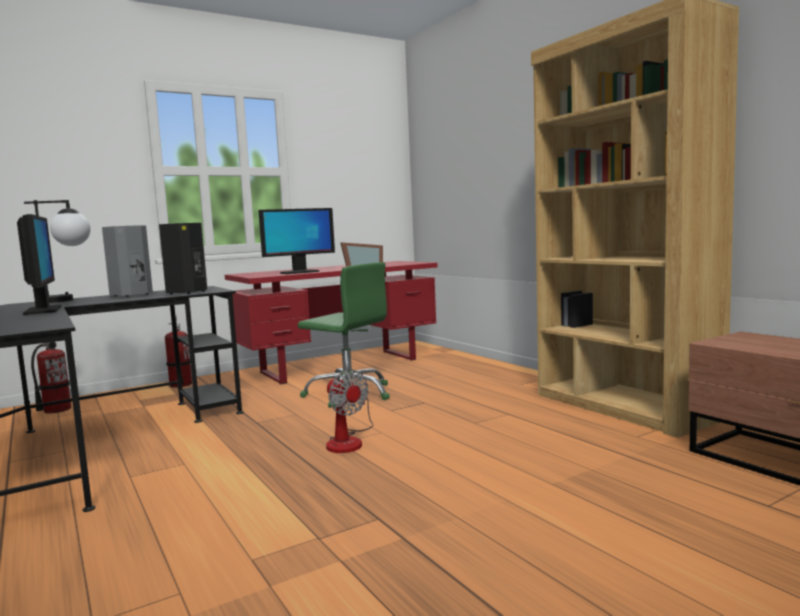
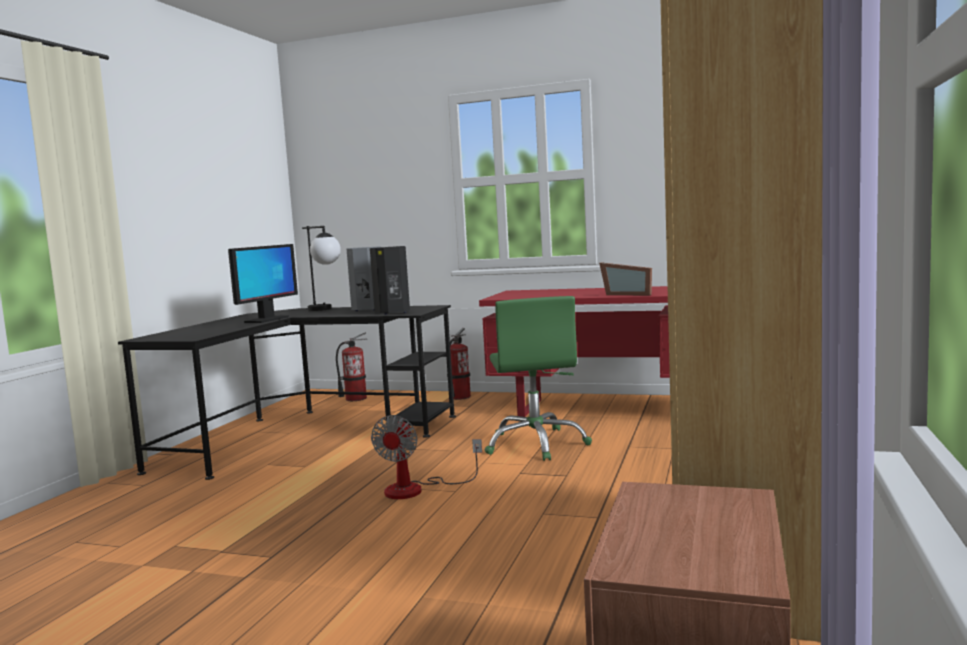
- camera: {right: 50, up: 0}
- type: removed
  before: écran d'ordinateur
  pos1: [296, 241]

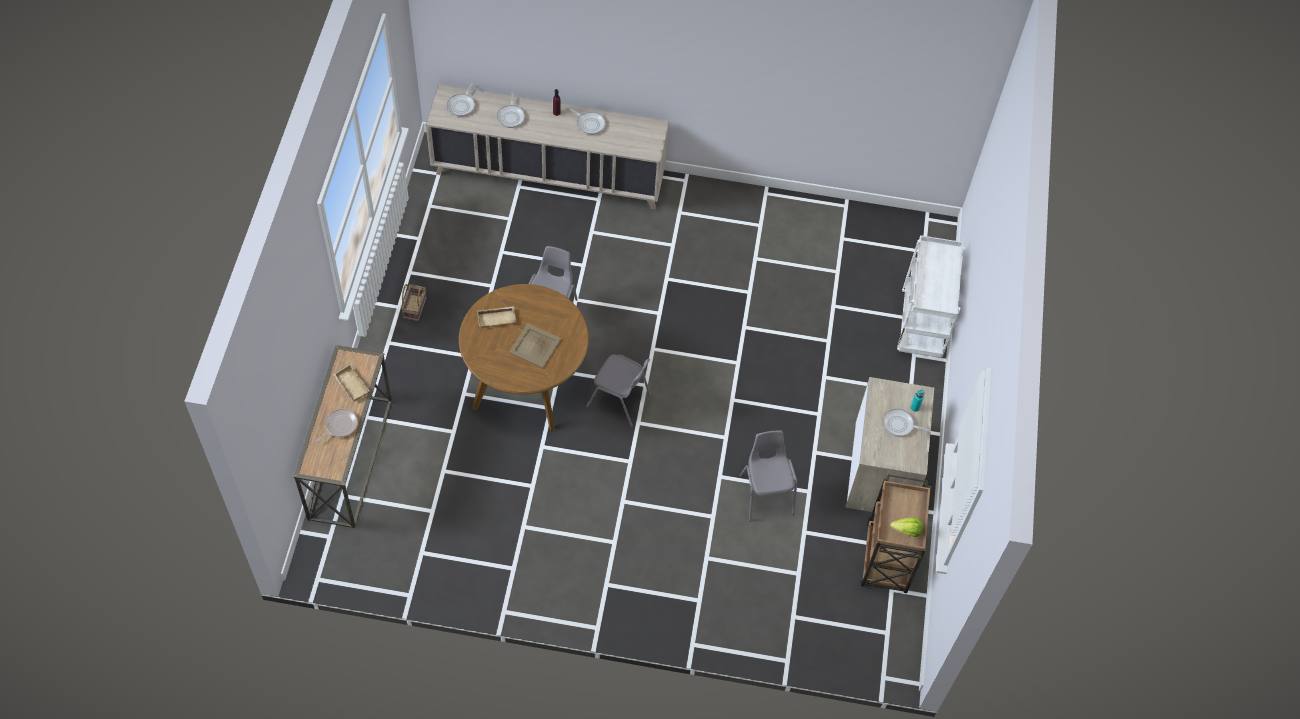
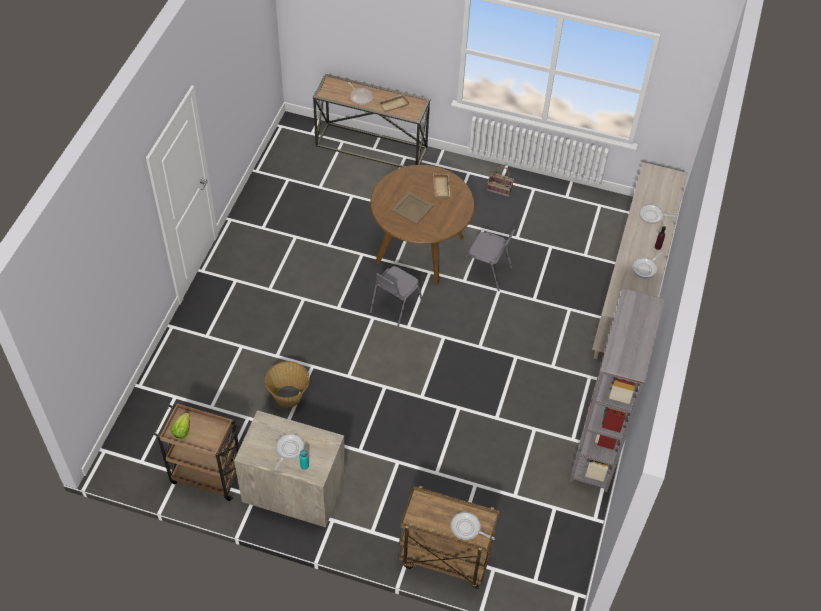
- camera: {right: 100, up: -5}
- type: moved
  before: poêle
  pos1: [461, 100]
  pos2: [473, 526]
- type: replaced
  before: chaise/gris
  after: panier
  pos1: [768, 476]
  pos2: [287, 384]
- type: recoloured
  before: chariot/blanc
  after: chariot/marron
  pos1: [931, 296]
  pos2: [448, 537]
- type: added
  after: bibliothèque/gris
  pos2: [617, 390]

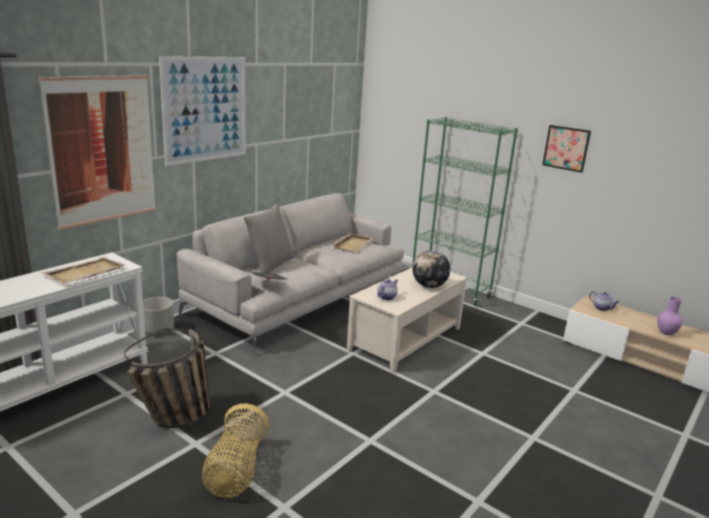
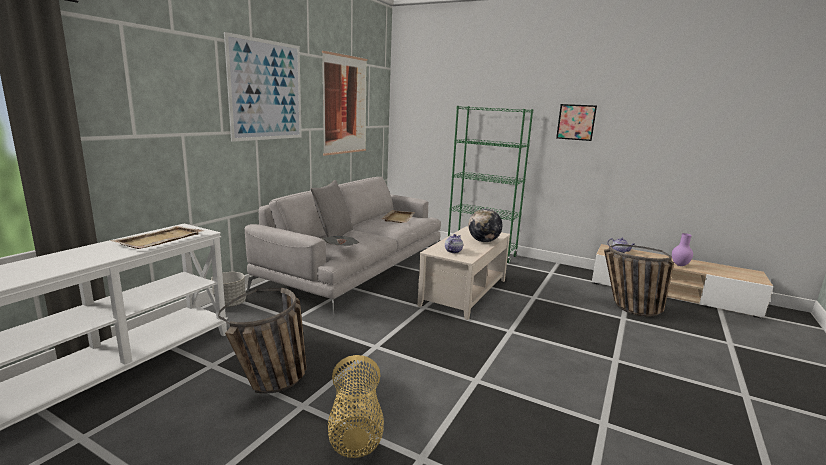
- camera: {right: -10, up: -5}
- type: moved
  before: tableau
  pos1: [97, 152]
  pos2: [344, 103]
- type: added
  after: panier
  pos2: [639, 280]

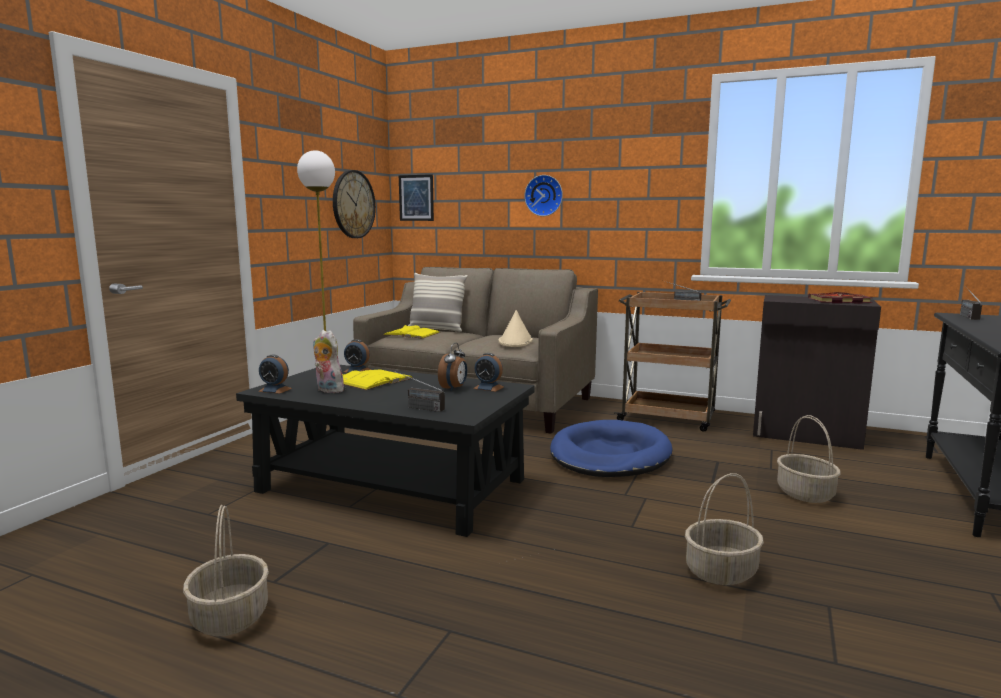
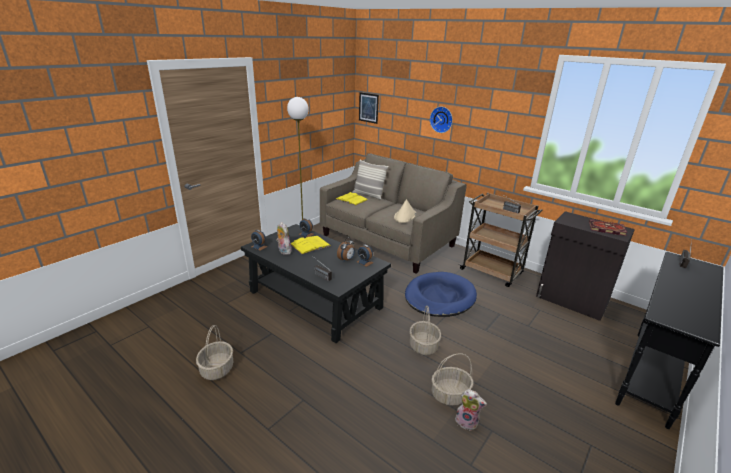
- camera: {right: 15, up: 15}
- type: removed
  before: horloge murale
  pos1: [354, 204]
- type: moved
  before: panier
  pos1: [809, 459]
  pos2: [425, 330]
- type: added
  after: peluche
  pos2: [471, 410]

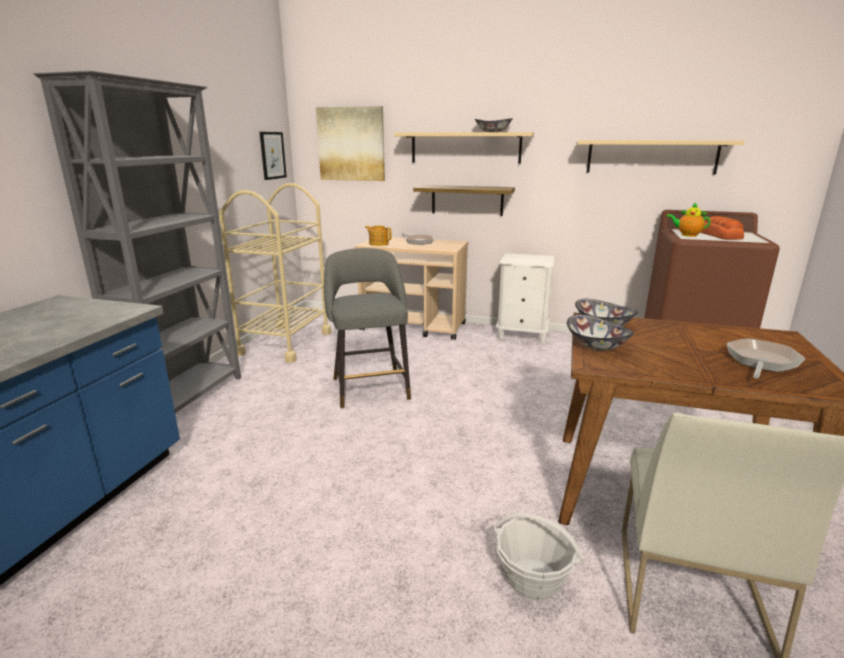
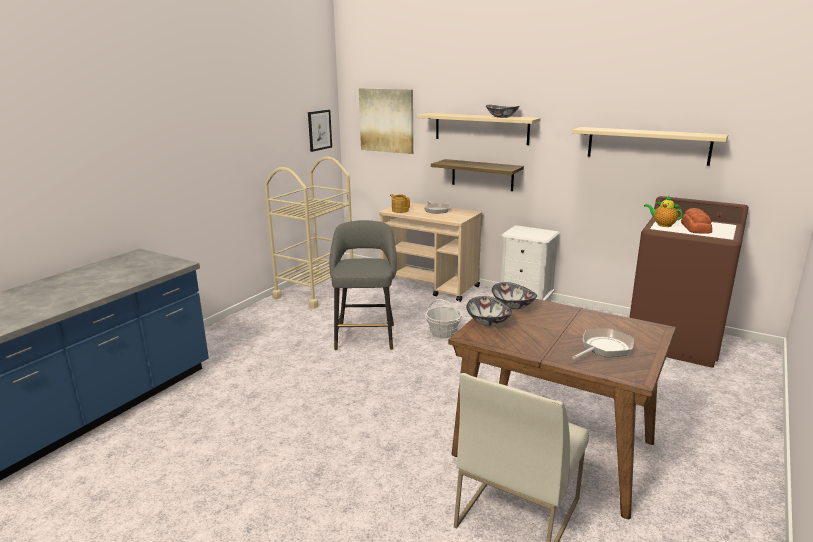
- camera: {right: 15, up: 0}
- type: removed
  before: bibliothèque/gris
  pos1: [137, 242]
- type: moved
  before: panier
  pos1: [539, 556]
  pos2: [443, 318]

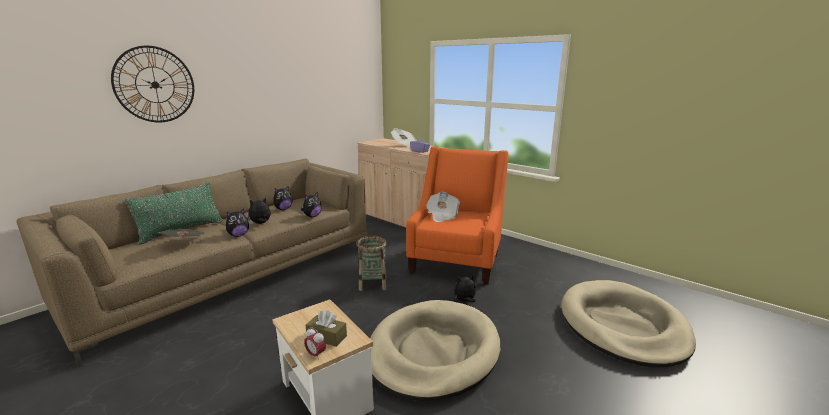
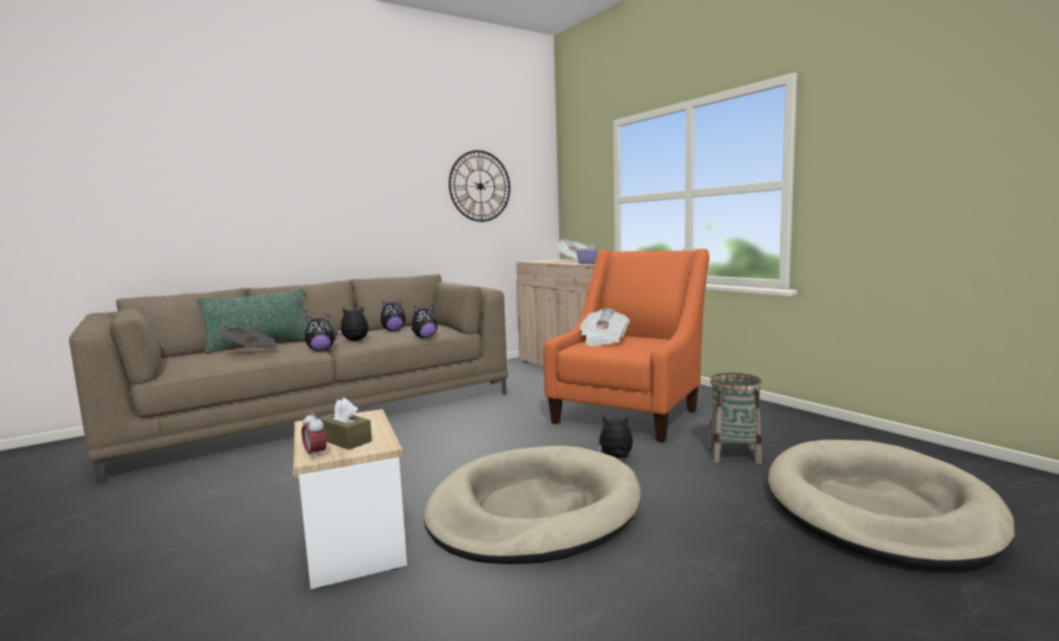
- camera: {right: 15, up: -10}
- type: moved
  before: horloge murale
  pos1: [152, 84]
  pos2: [479, 186]
- type: moved
  before: panier
  pos1: [372, 263]
  pos2: [735, 418]

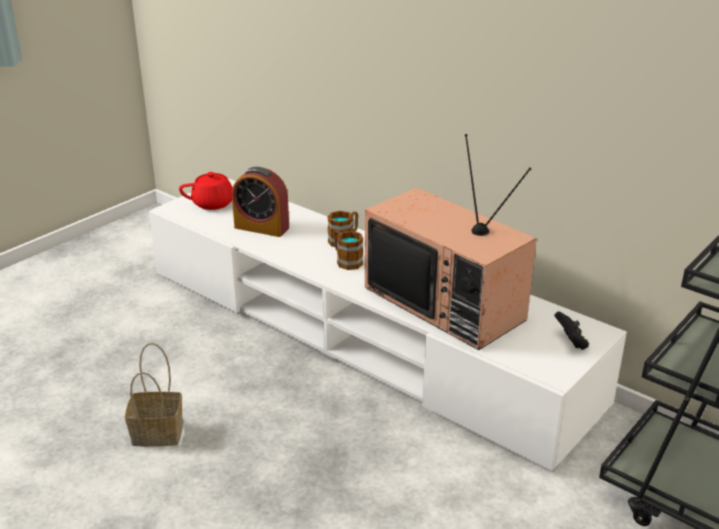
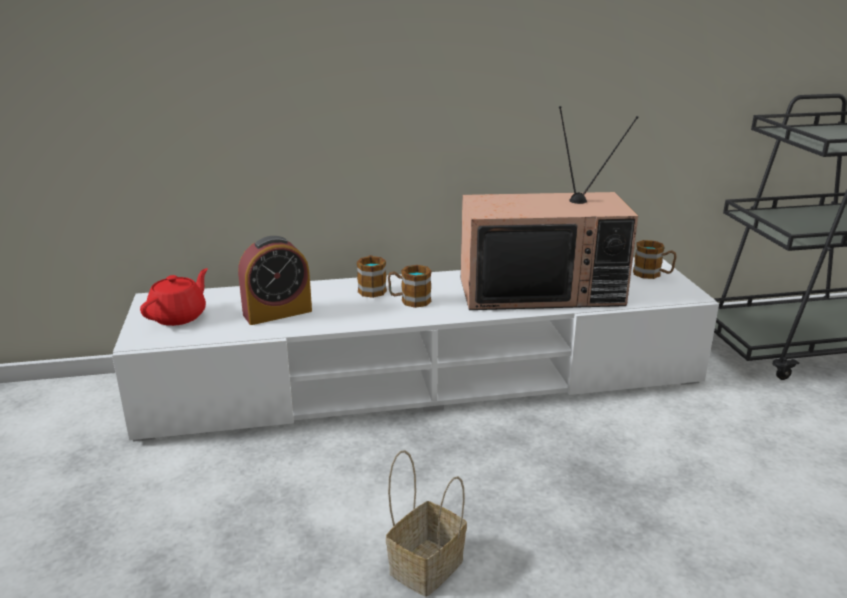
- camera: {right: -50, up: -5}
- type: replaced
  before: manette/noir
  after: mug
  pos1: [571, 330]
  pos2: [655, 259]

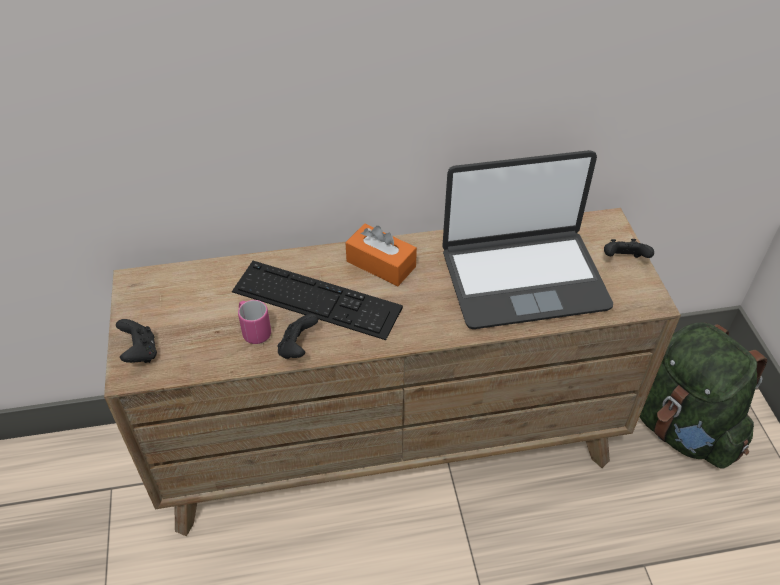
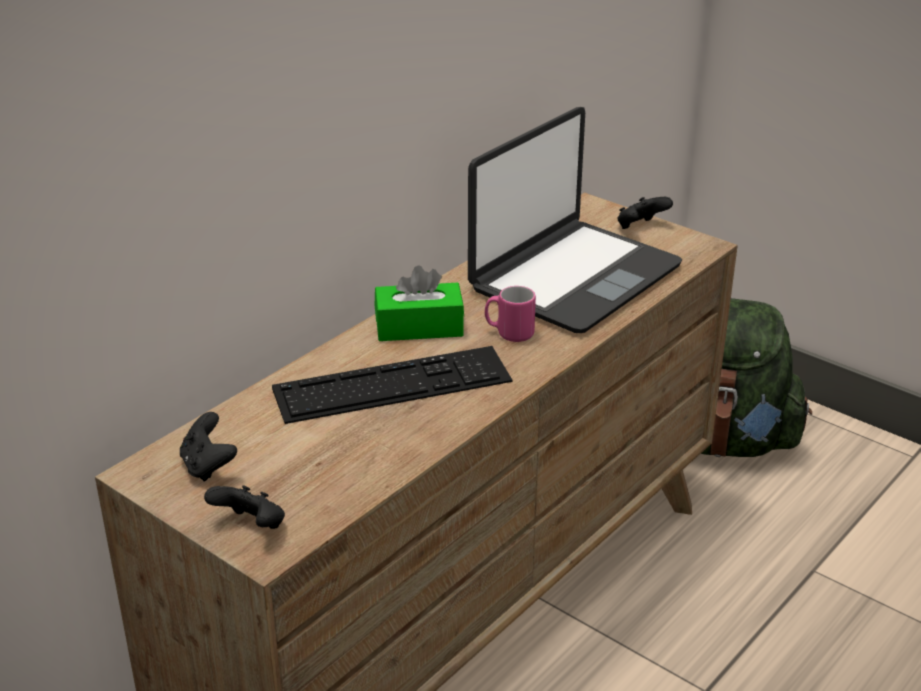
- camera: {right: -40, up: -15}
- type: moved
  before: mug/rose
  pos1: [254, 322]
  pos2: [510, 314]
- type: moved
  before: manette/noir
  pos1: [297, 336]
  pos2: [208, 447]
- type: recoloured
  before: boîte à mouchoirs/orange
  after: boîte à mouchoirs/vert
  pos1: [381, 255]
  pos2: [419, 303]

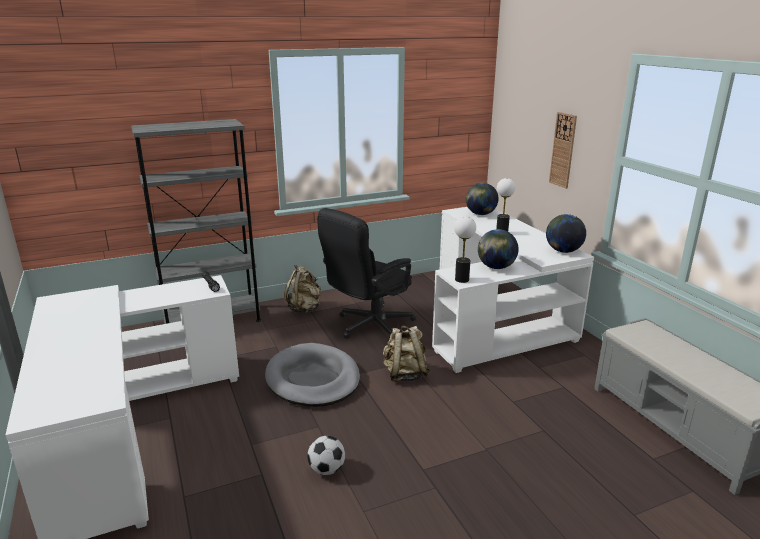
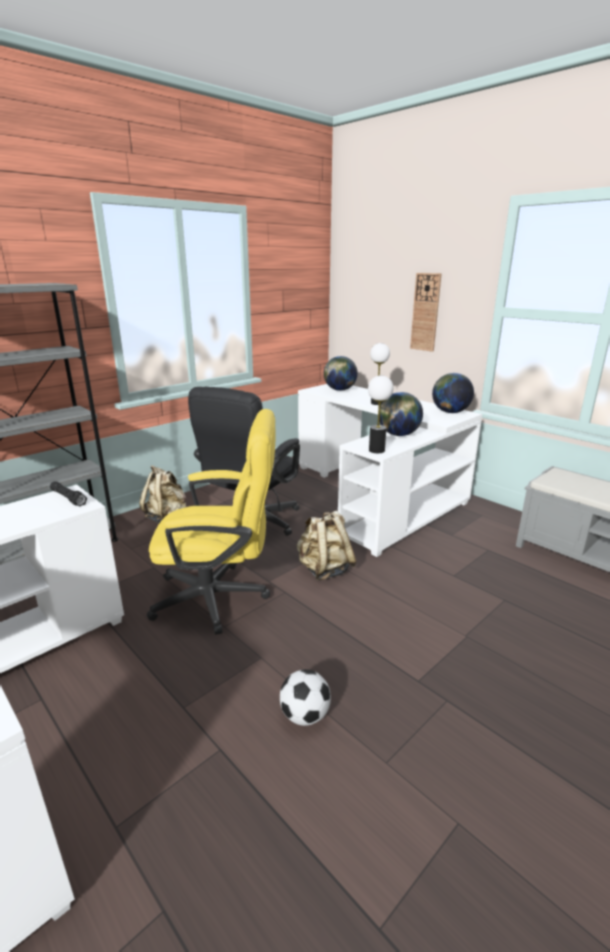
- camera: {right: -20, up: 0}
- type: replaced
  before: panier pour chien/gris
  after: chaise de bureau/jaune
  pos1: [312, 375]
  pos2: [211, 522]

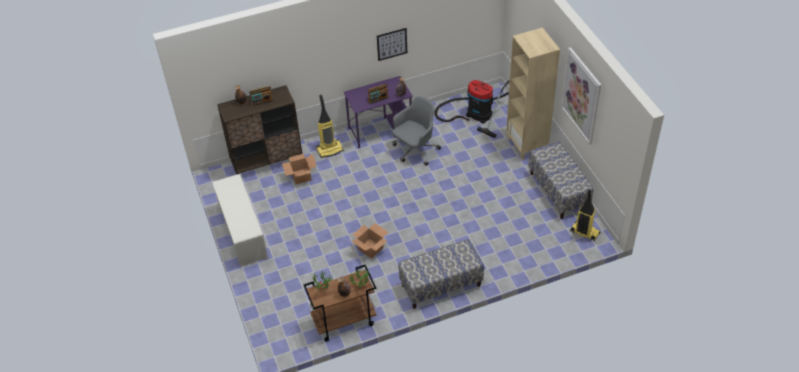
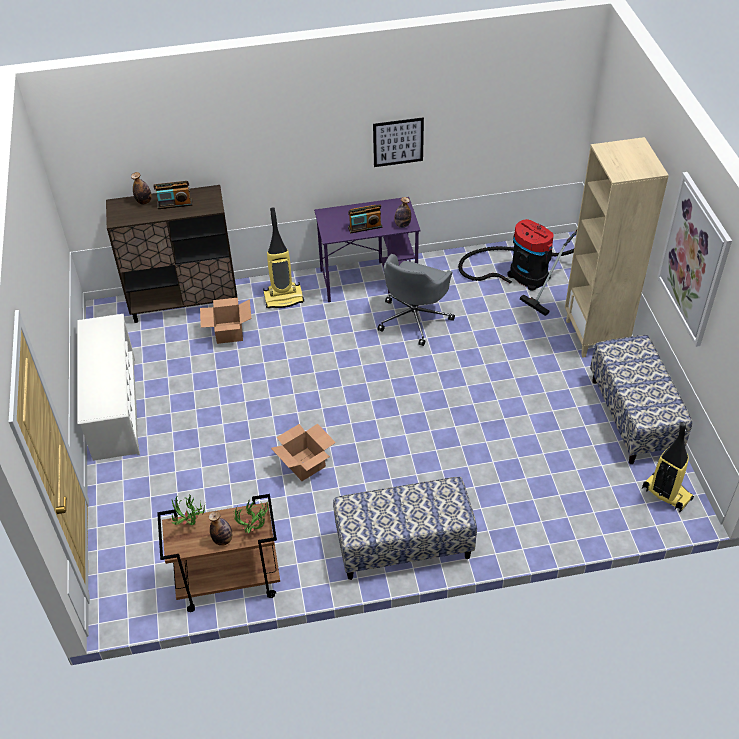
- camera: {right: 10, up: 0}
- type: turned
  before: chaise de bureau/gris
  pos1: [416, 131]
  pos2: [416, 300]
  turn: 150

